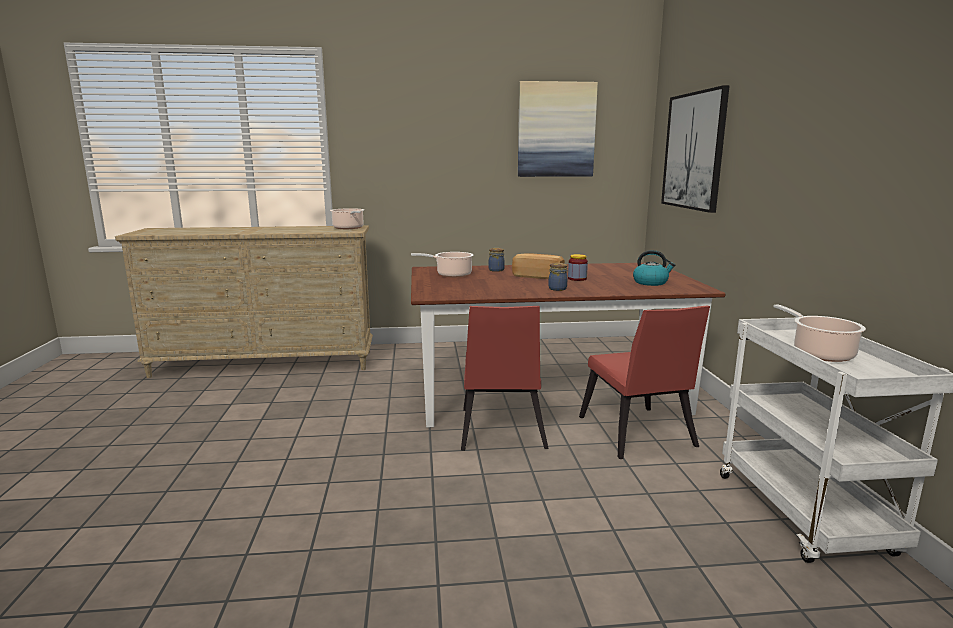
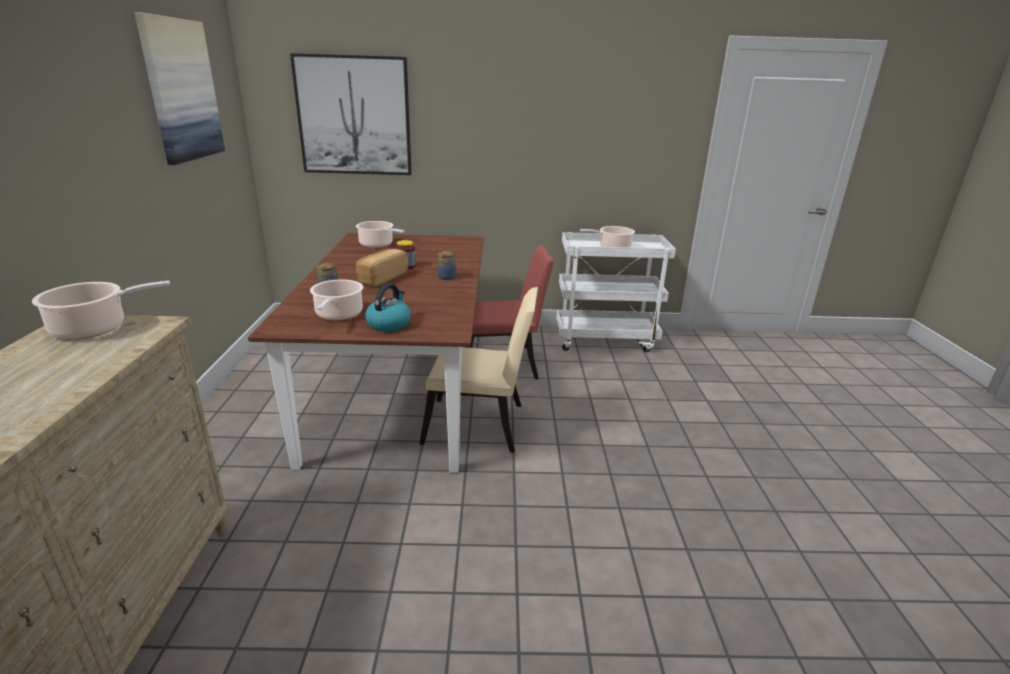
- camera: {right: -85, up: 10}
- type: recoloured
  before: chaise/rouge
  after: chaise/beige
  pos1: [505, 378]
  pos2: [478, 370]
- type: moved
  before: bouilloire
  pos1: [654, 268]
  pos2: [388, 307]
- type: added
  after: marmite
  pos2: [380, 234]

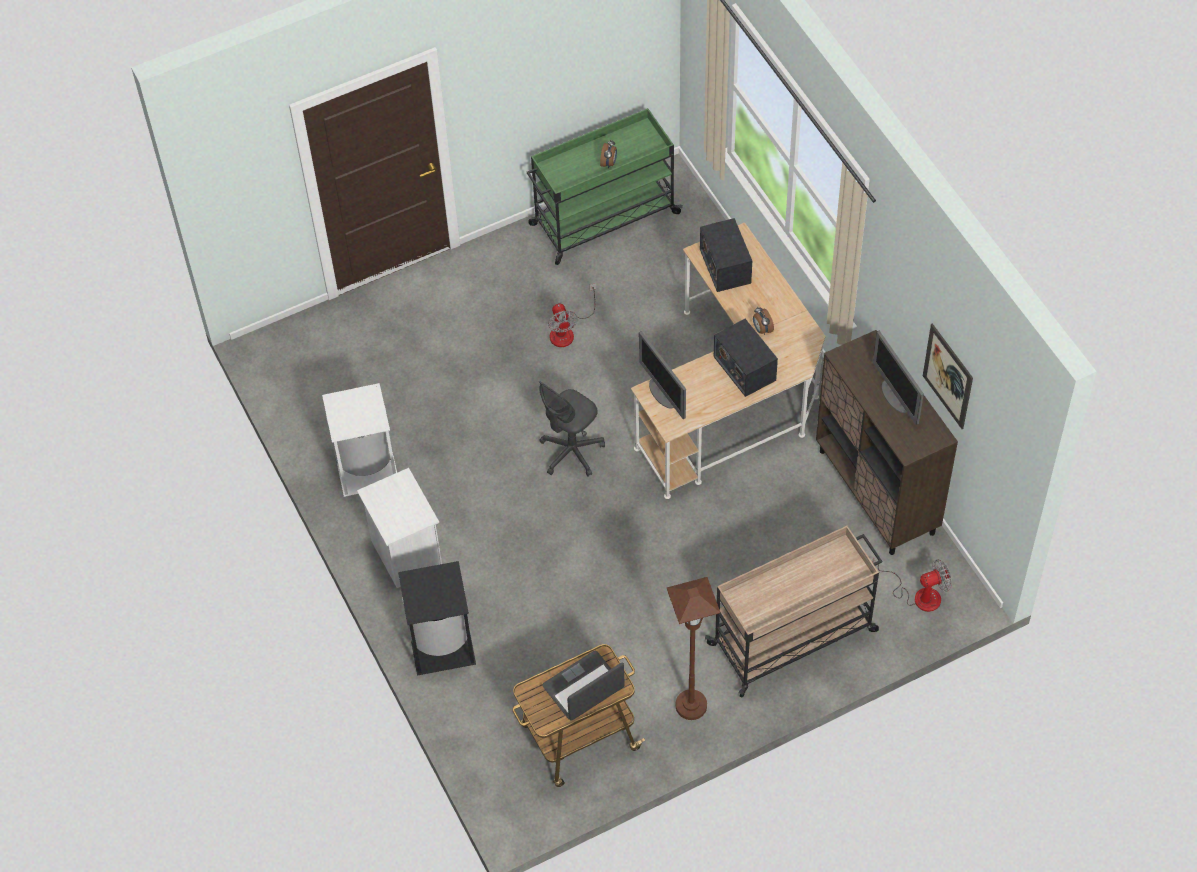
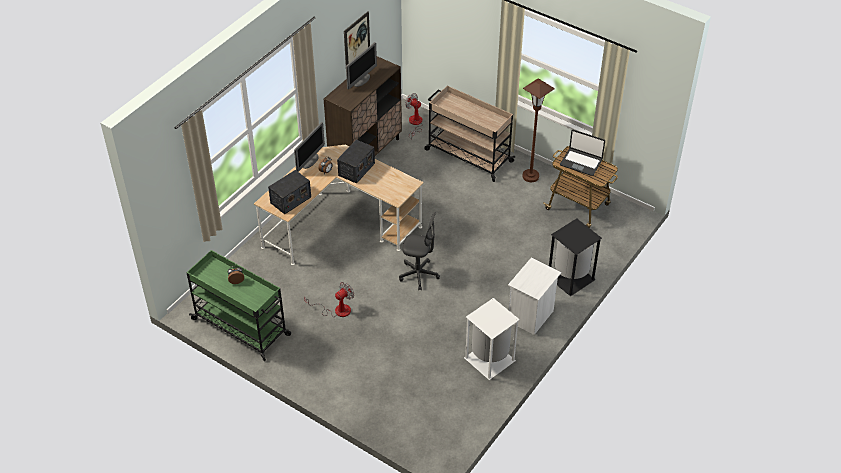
- camera: {right: -120, up: -10}
- type: moved
  before: écran d'ordinateur
  pos1: [662, 375]
  pos2: [309, 147]

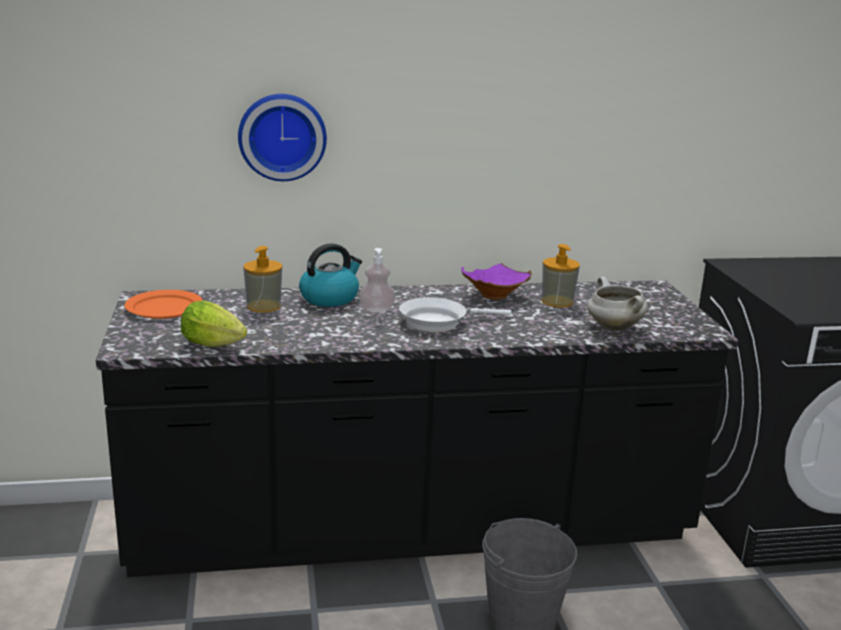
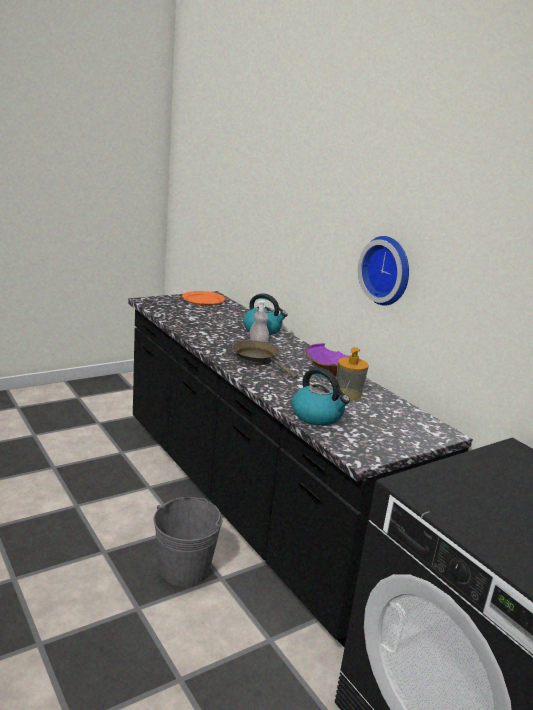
- camera: {right: 65, up: 0}
- type: removed
  before: laitue
  pos1: [214, 324]
- type: moved
  before: horloge murale
  pos1: [282, 137]
  pos2: [383, 271]
- type: removed
  before: distributeur de savon
  pos1: [262, 279]
- type: recoloured
  before: poêle/blanc
  after: poêle/marron
  pos1: [455, 314]
  pos2: [264, 359]
- type: replaced
  before: marmite/blanc
  after: bouilloire
  pos1: [617, 304]
  pos2: [321, 397]

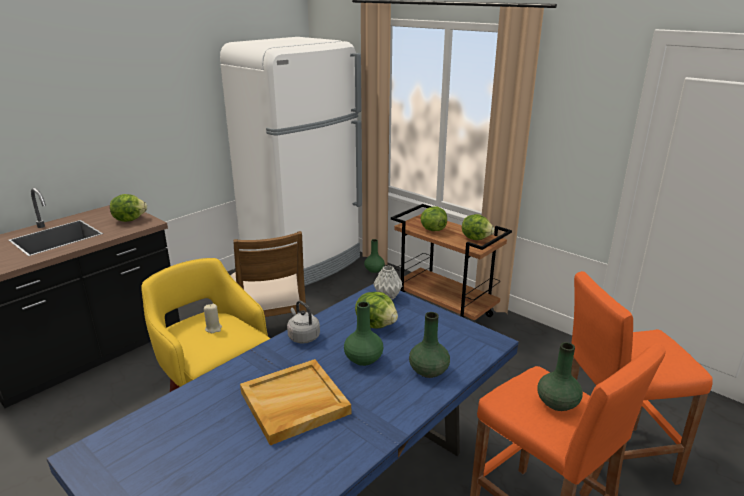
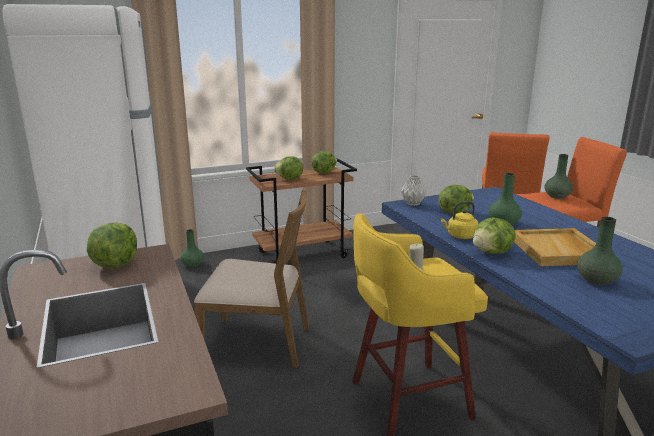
- camera: {right: -65, up: -5}
- type: recoloured
  before: bouilloire/gris
  after: bouilloire/jaune
  pos1: [303, 322]
  pos2: [460, 220]
- type: moved
  before: vase/vert
  pos1: [429, 345]
  pos2: [600, 251]
- type: added
  after: laitue
  pos2: [494, 235]

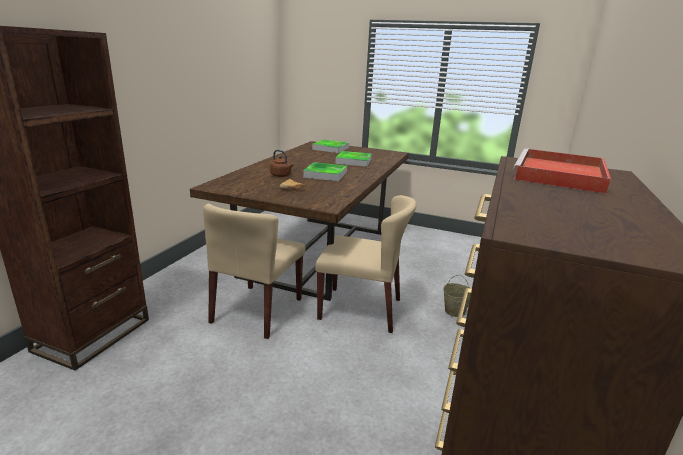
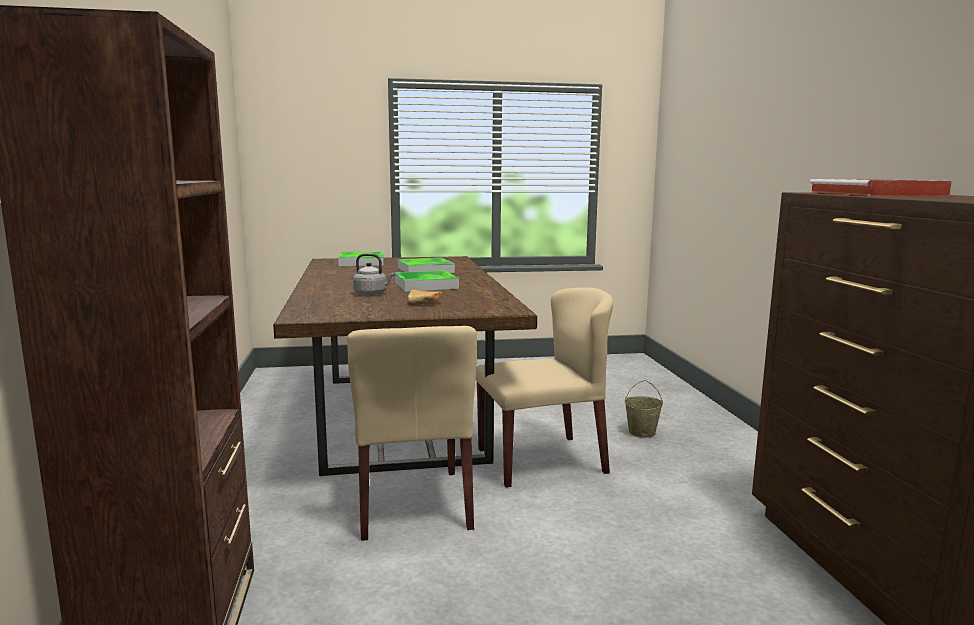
- camera: {right: -30, up: -10}
- type: recoloured
  before: bouilloire/marron
  after: bouilloire/gris
  pos1: [281, 163]
  pos2: [373, 274]

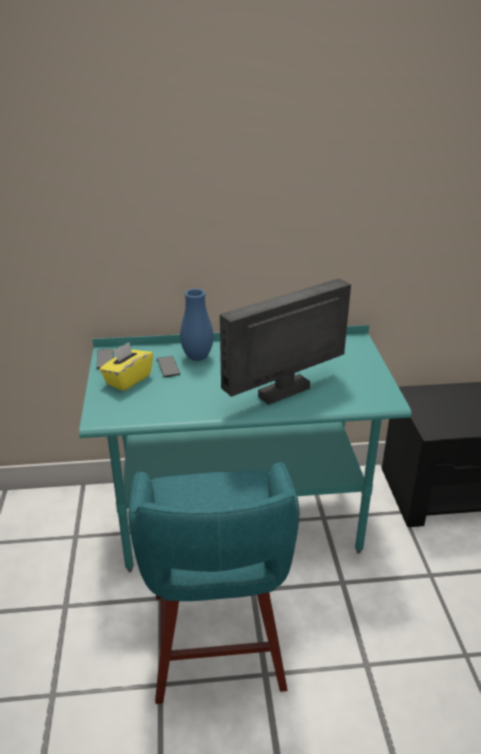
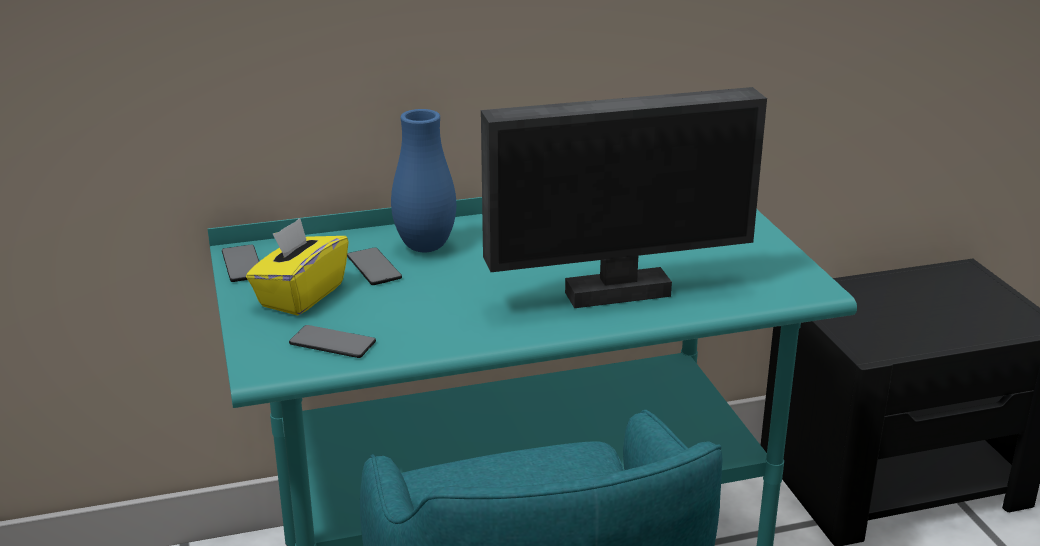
- camera: {right: -10, up: -5}
- type: turned
  before: écran d'ordinateur
  pos1: [285, 341]
  pos2: [624, 197]
  turn: -150
- type: added
  after: téléphone
  pos2: [332, 341]

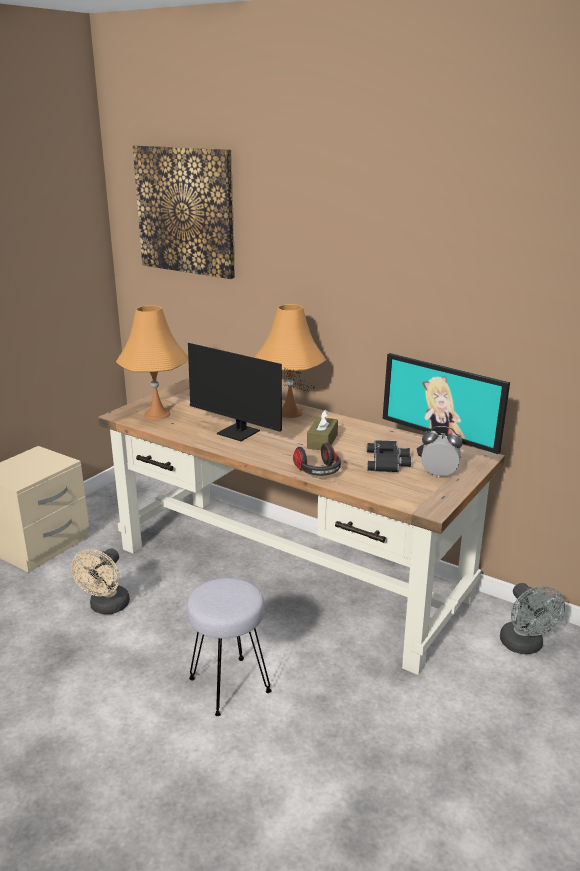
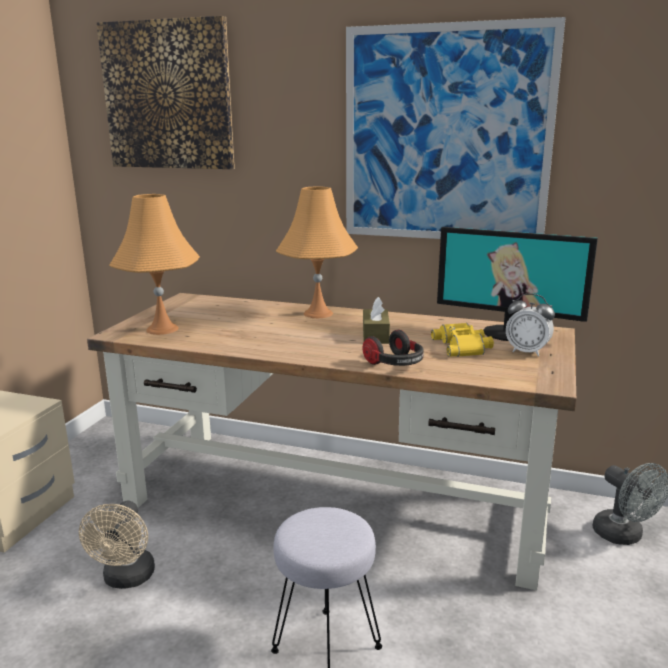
- camera: {right: -15, up: -5}
- type: removed
  before: écran d'ordinateur
  pos1: [250, 392]
- type: recoloured
  before: jumelles/noir
  after: jumelles/jaune
  pos1: [389, 456]
  pos2: [462, 340]
- type: turned
  before: réveil
  pos1: [442, 451]
  pos2: [530, 325]
  turn: -150
- type: added
  after: tableau
  pos2: [456, 128]

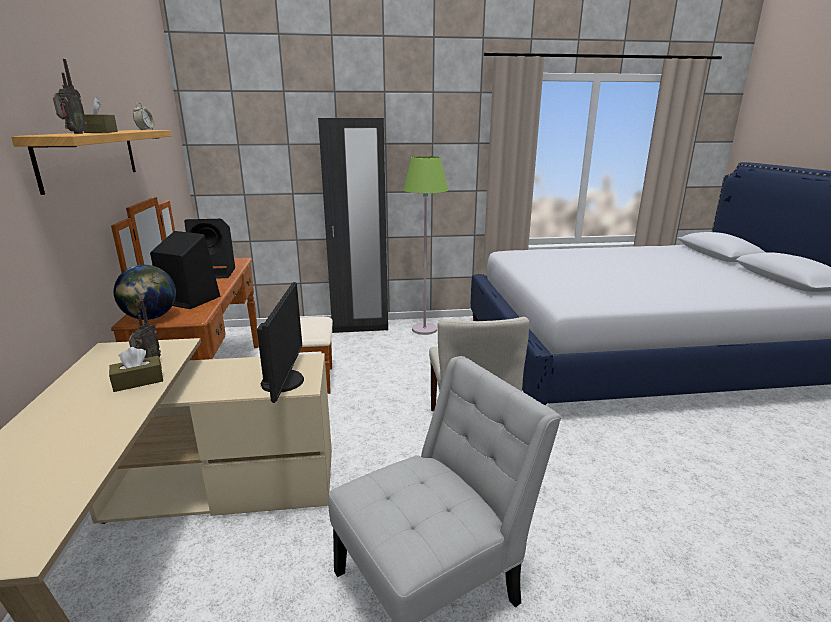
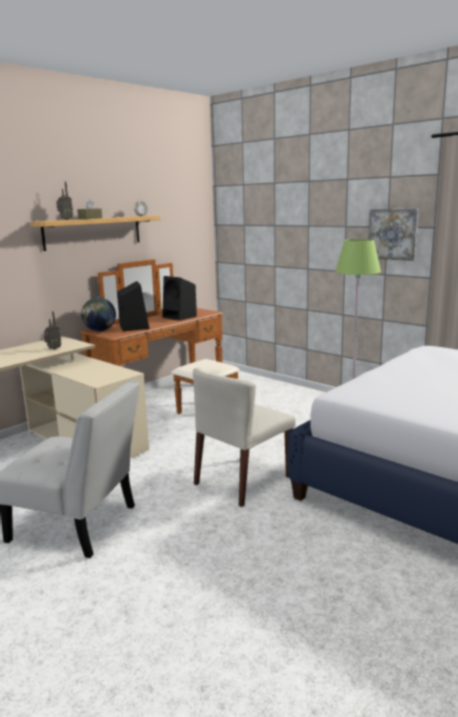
- camera: {right: 50, up: -5}
- type: removed
  before: boîte à mouchoirs/marron
  pos1: [136, 369]
- type: removed
  before: écran d'ordinateur
  pos1: [280, 342]
- type: removed
  before: armoire/noir
  pos1: [353, 225]
- type: added
  after: tableau
  pos2: [394, 235]

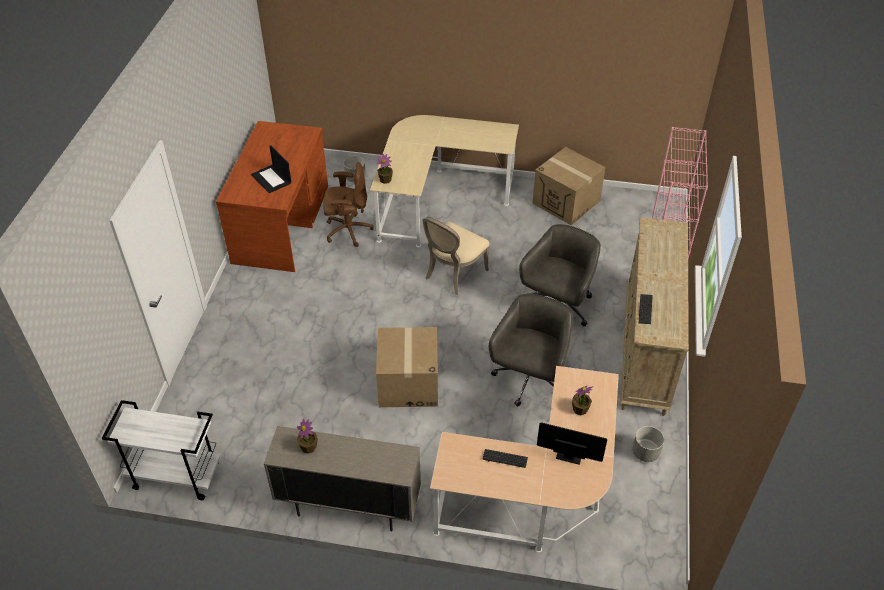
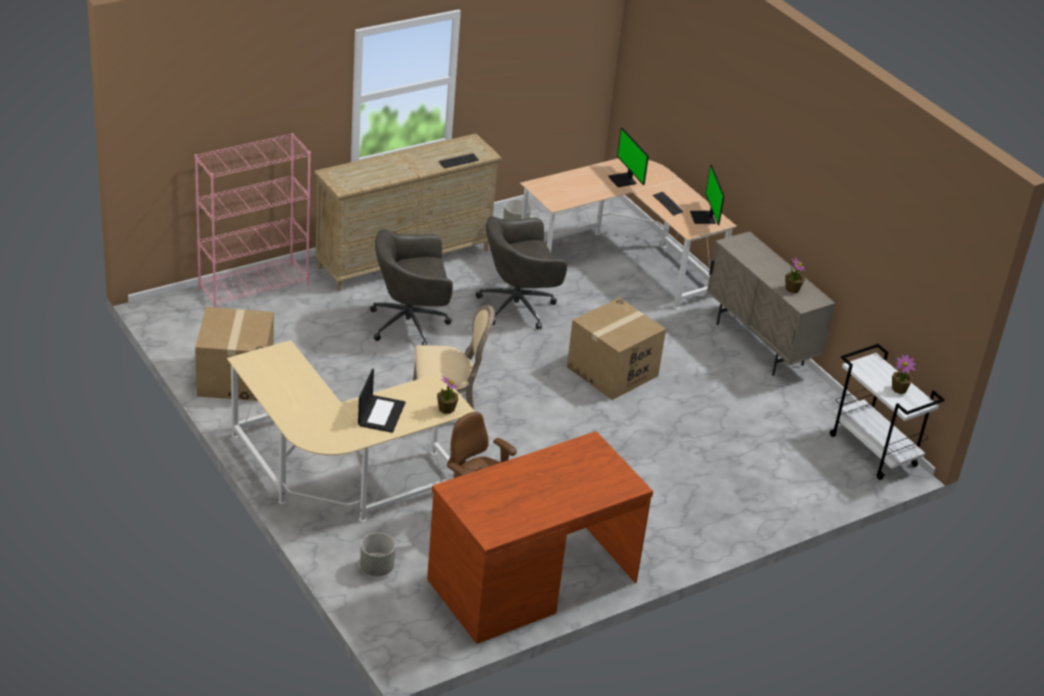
- camera: {right: -135, up: -10}
- type: moved
  before: ordinateur portable
  pos1: [271, 169]
  pos2: [382, 401]
- type: moved
  before: plante en pot
  pos1: [582, 400]
  pos2: [904, 374]
- type: added
  after: écran d'ordinateur
  pos2: [707, 194]

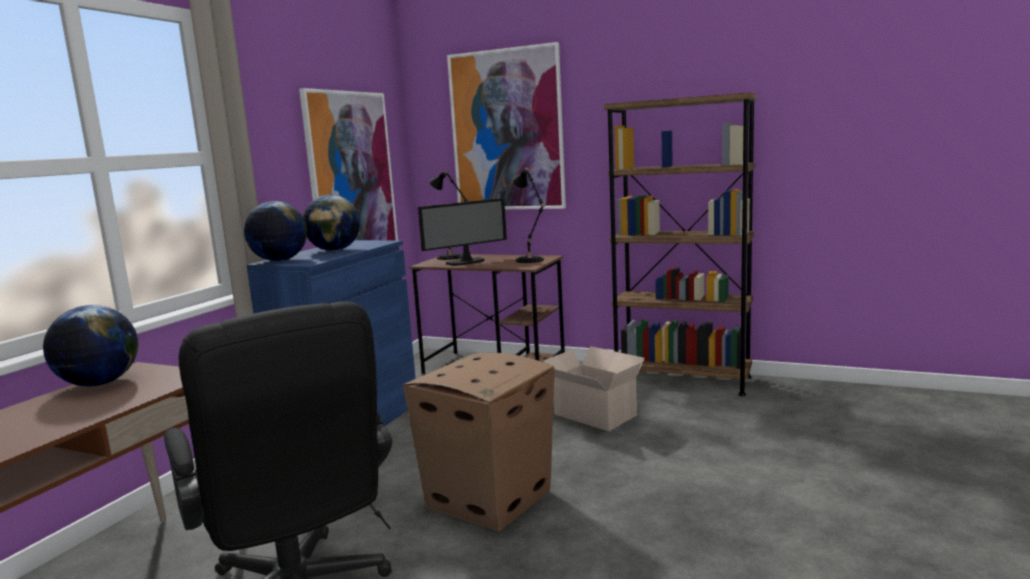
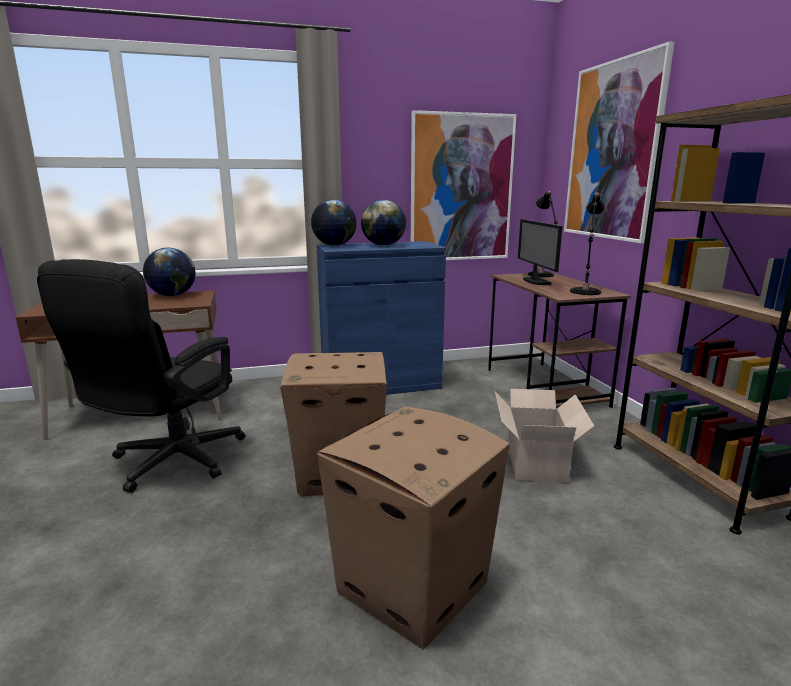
- camera: {right: 50, up: 5}
- type: turned
  before: écran d'ordinateur
  pos1: [462, 232]
  pos2: [540, 252]
  turn: 60
- type: added
  after: carton
  pos2: [413, 528]

